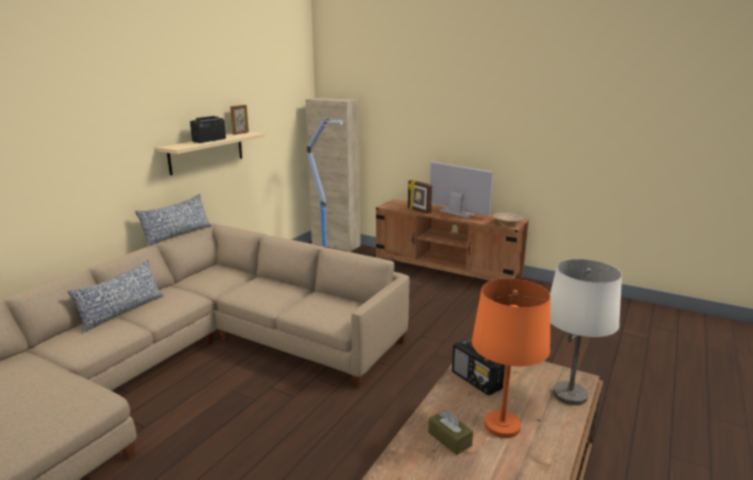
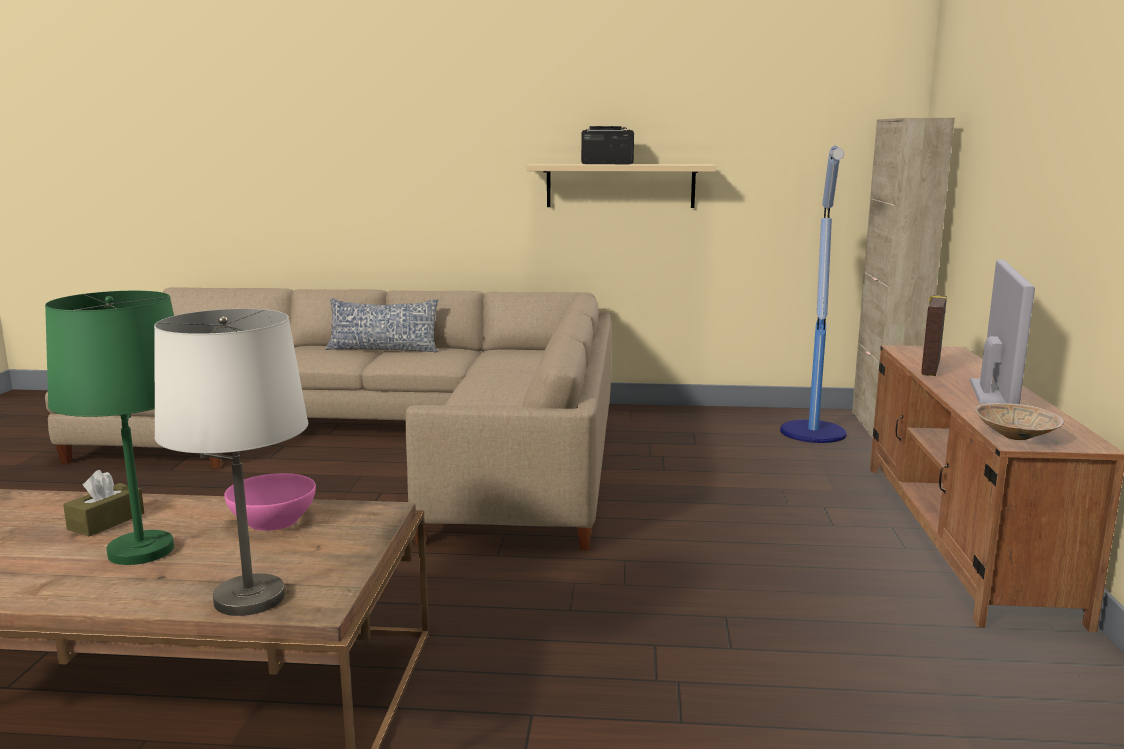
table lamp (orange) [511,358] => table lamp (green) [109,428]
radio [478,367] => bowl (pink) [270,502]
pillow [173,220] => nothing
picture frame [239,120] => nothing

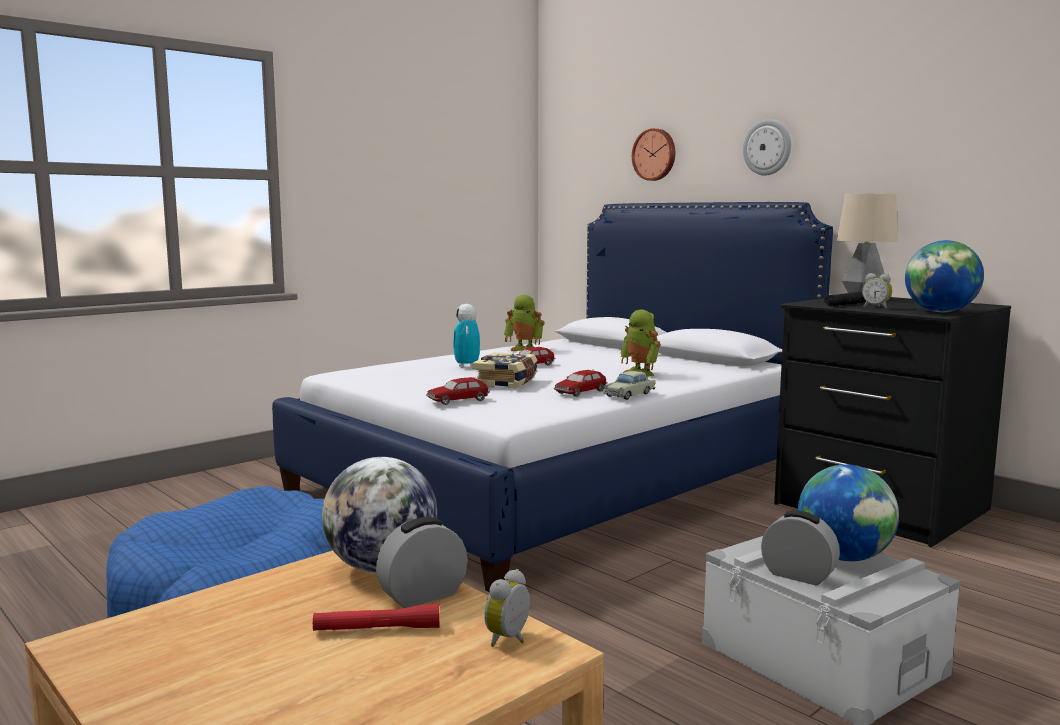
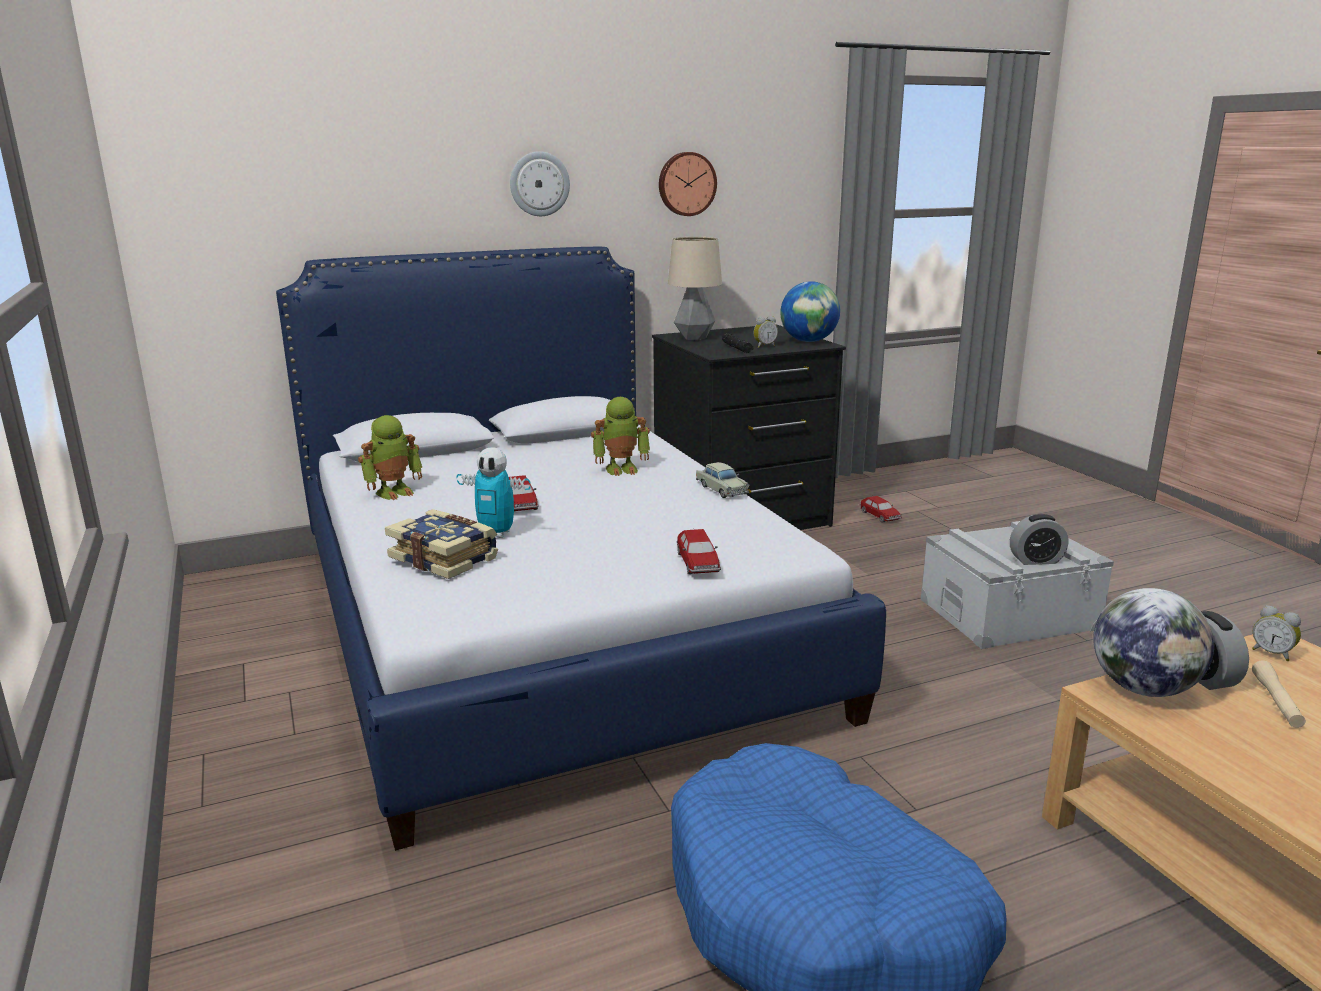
book [504,370] => book [441,544], shifted
wall clock [653,154] => wall clock [688,184], shifted
toy car [581,383] => toy car [881,509], shifted
alarm clock [800,548] => alarm clock [1039,539], 150 degrees counterclockwise
flashlight (red) [376,617] => flashlight (beige) [1279,694]
globe [848,512] => nothing

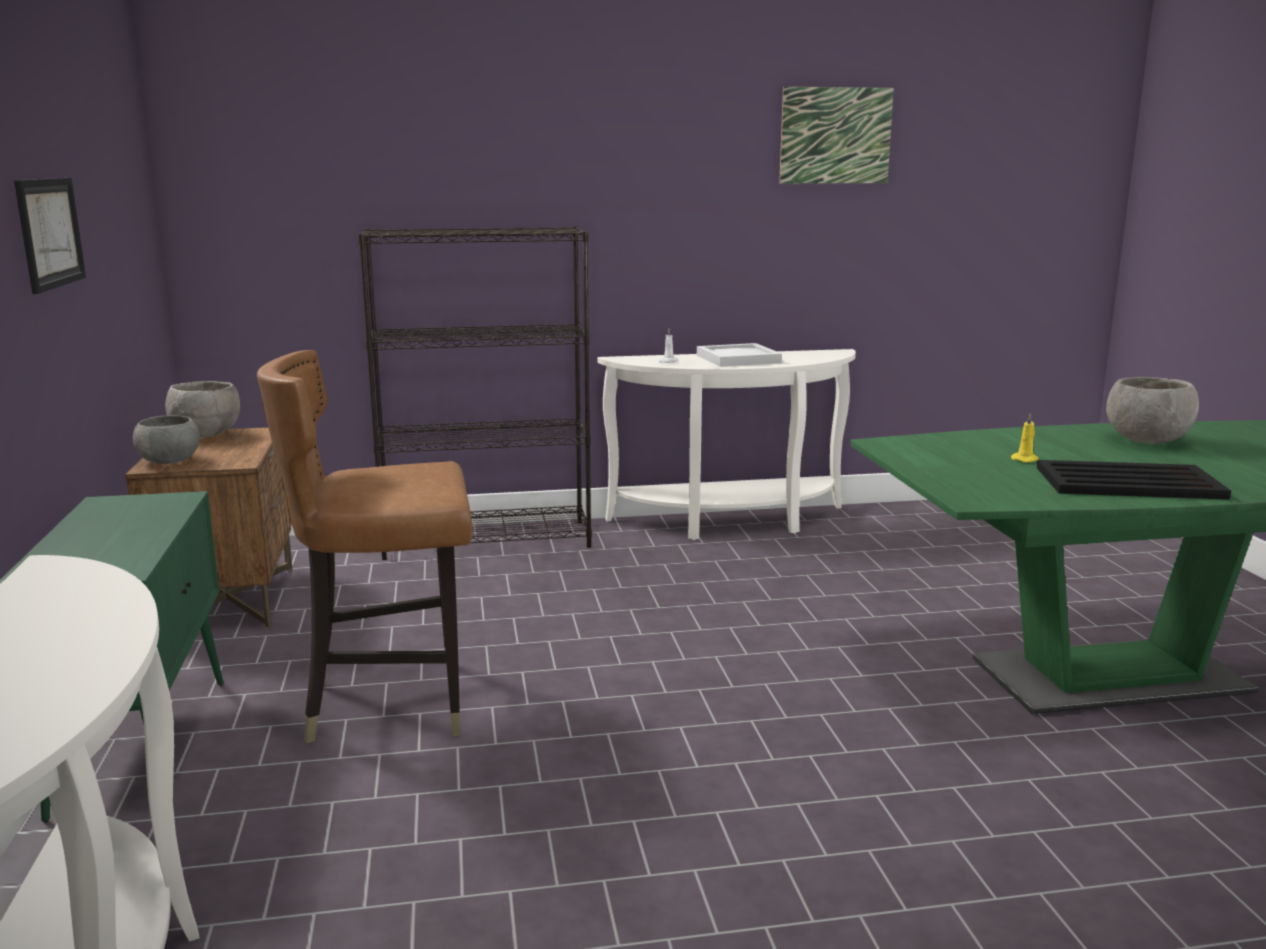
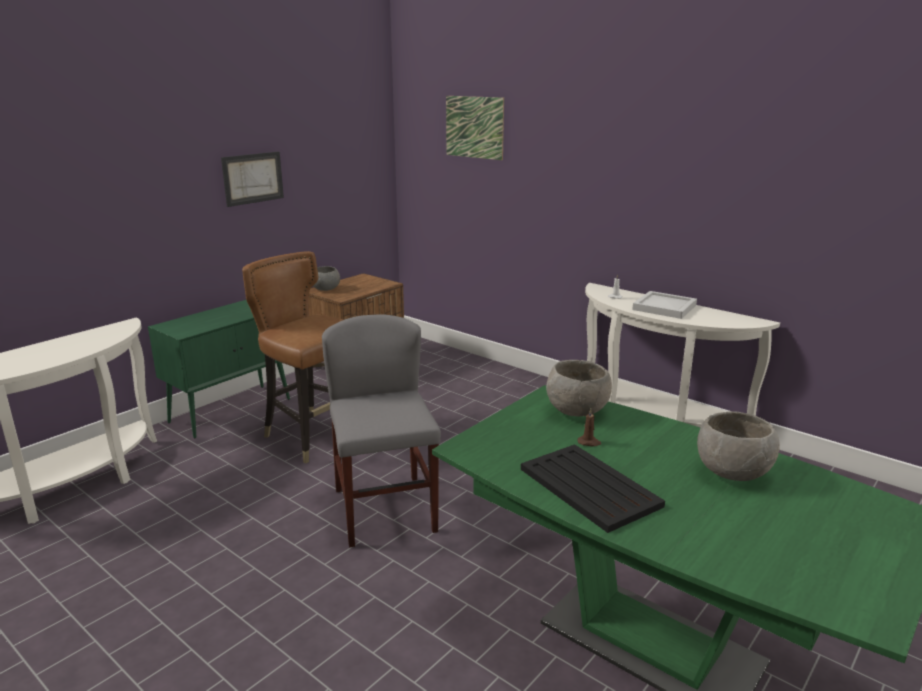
nothing => chair (grey) [381,431]
picture [836,135] => picture [475,128], shifted
bowl (grey) [202,409] => bowl (grey) [579,388], shifted
candle (yellow) [1025,438] => candle (brown) [589,427]
bookcase (black) [475,393] => nothing

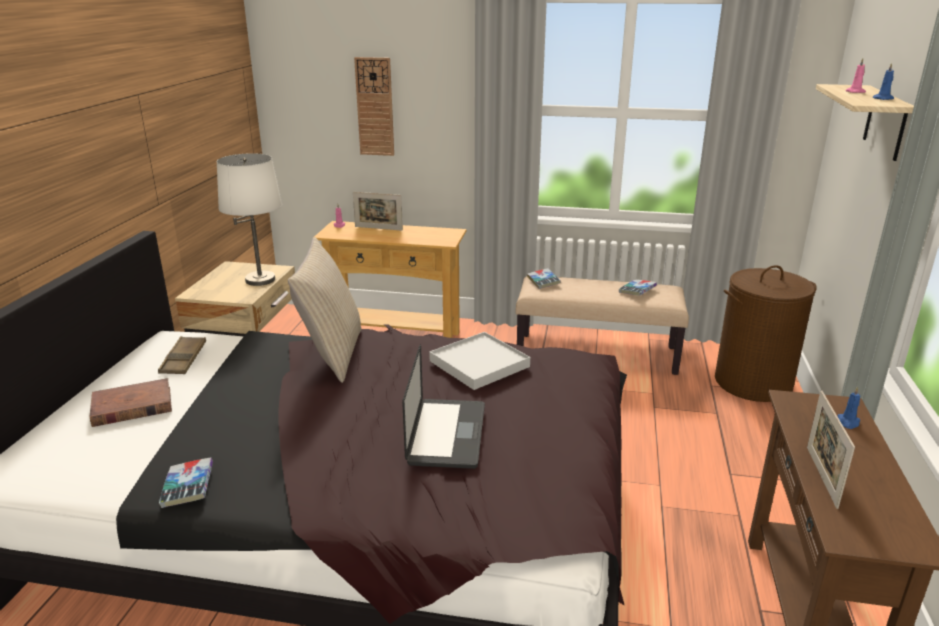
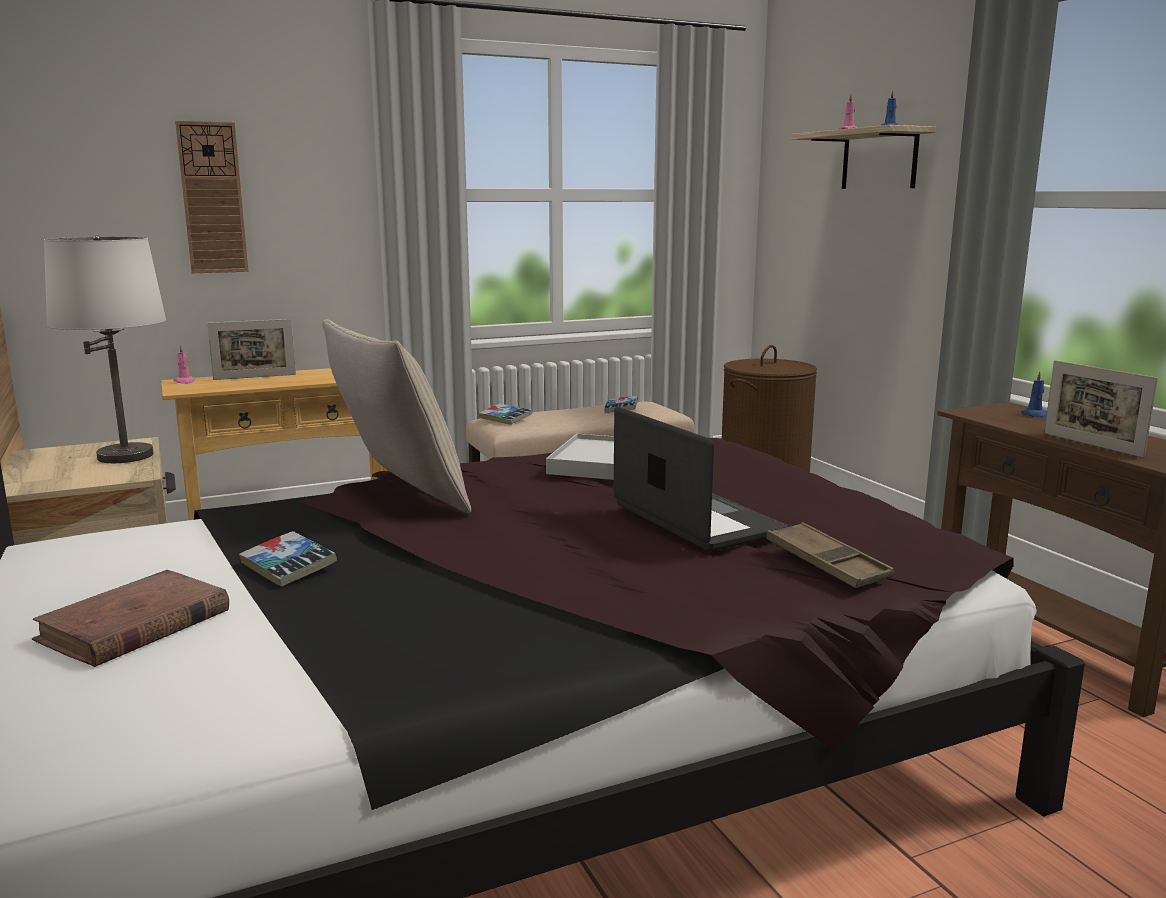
book [186,482] => book [288,559], shifted
tray (brown) [182,355] => tray (brown) [830,555], shifted

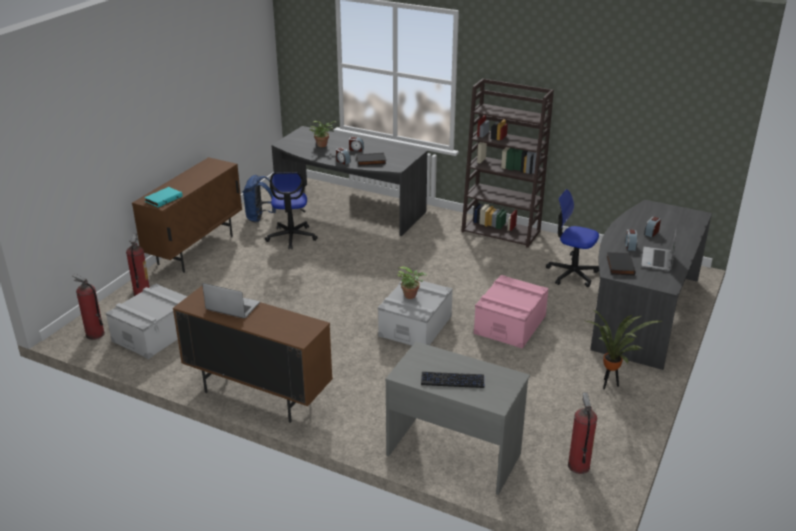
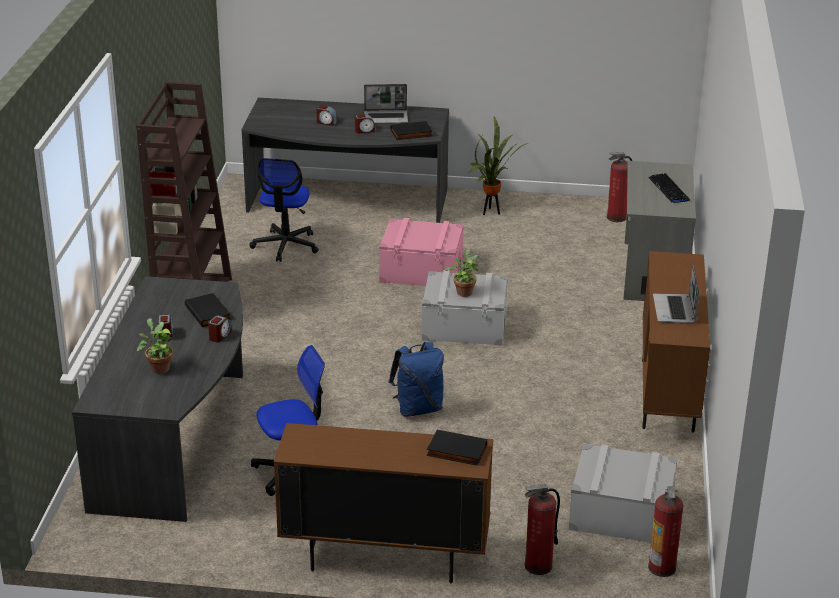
backpack (blue) [259,199] => backpack (blue) [416,379], shifted
book (turquoise) [163,197] => book (black) [457,447]

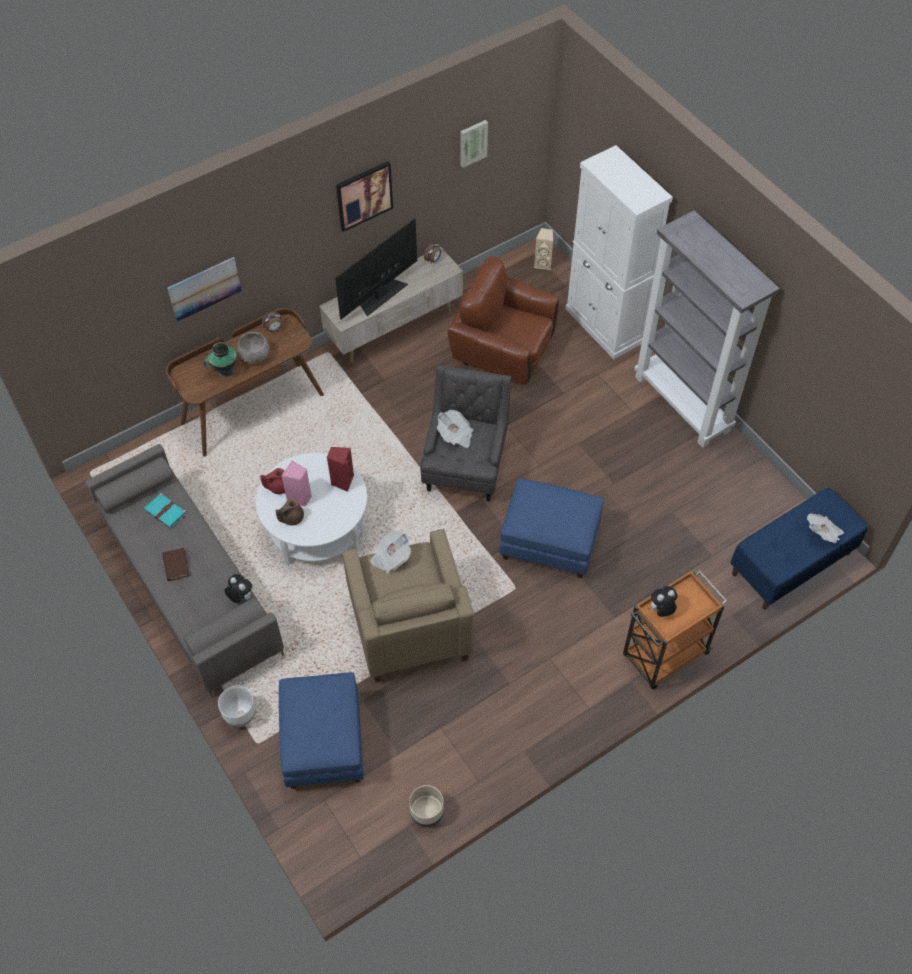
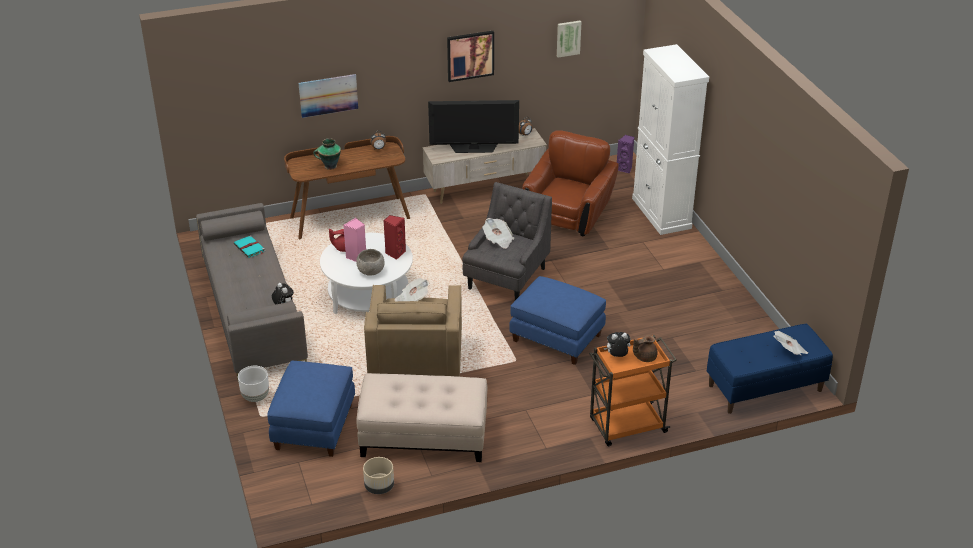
bowl (grey) [253,348] => bowl (grey) [370,262], shifted
nothing => ottoman (beige) [422,417]
television [376,268] => television [473,126], 150 degrees counterclockwise
armchair (brown) [503,321] => armchair (brown) [570,183], 75 degrees clockwise
speaker (beige) [543,249] => speaker (purple) [625,154]
teapot (brown) [289,512] => teapot (brown) [645,348], shifted
book (brown) [175,564] => nothing
bookcase (grey) [707,329] => nothing

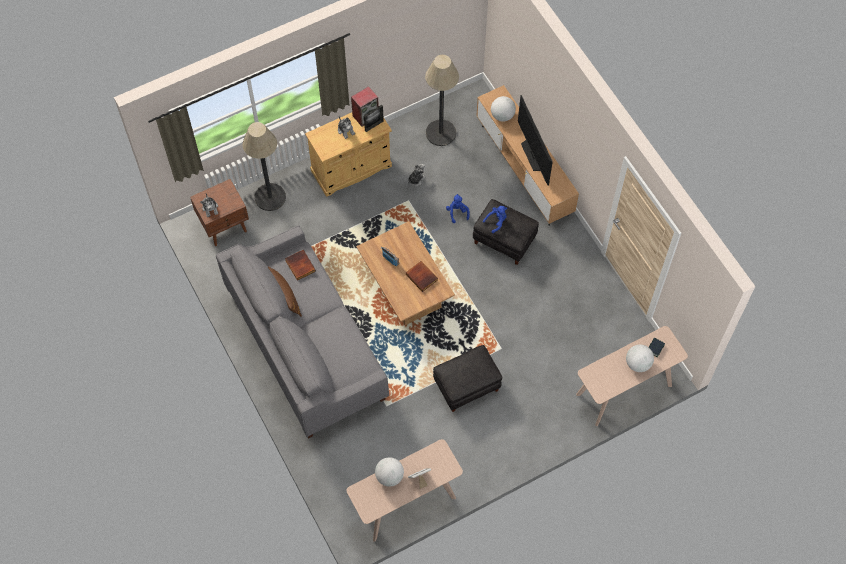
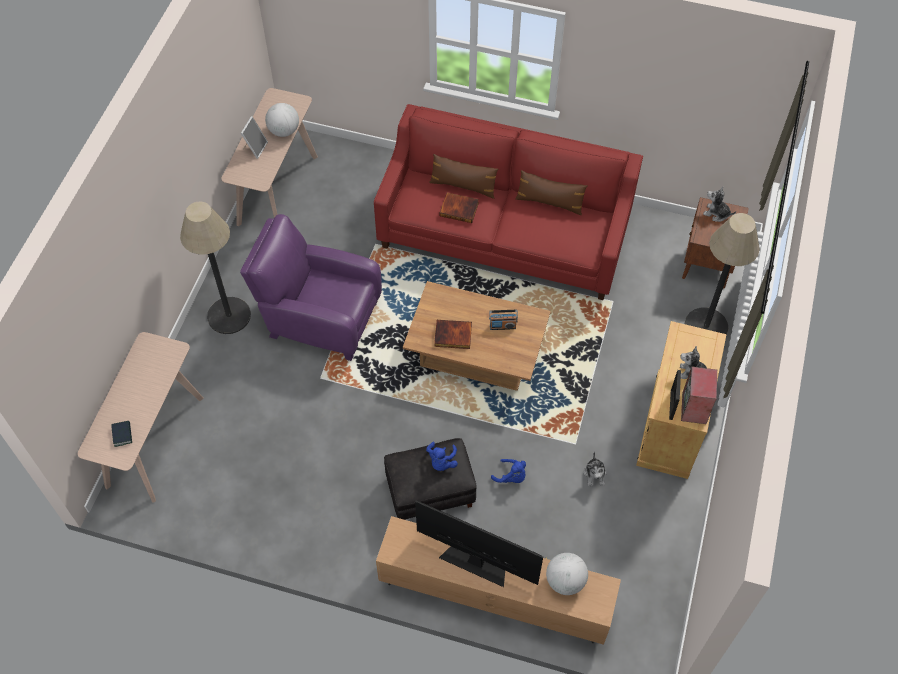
floor lamp [442,100] => floor lamp [215,268], shifted
ottoman (black) [467,378] => armchair (purple) [311,287]
sofa (grey) [302,331] => sofa (red) [508,202]
nothing => pillow (brown) [463,176]
book [300,265] => book [459,208], shifted
globe [640,358] => nothing

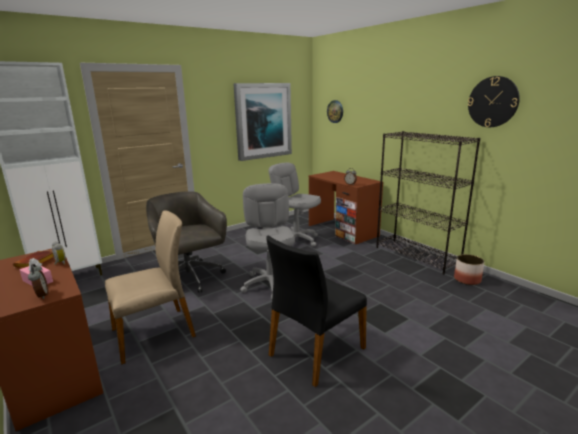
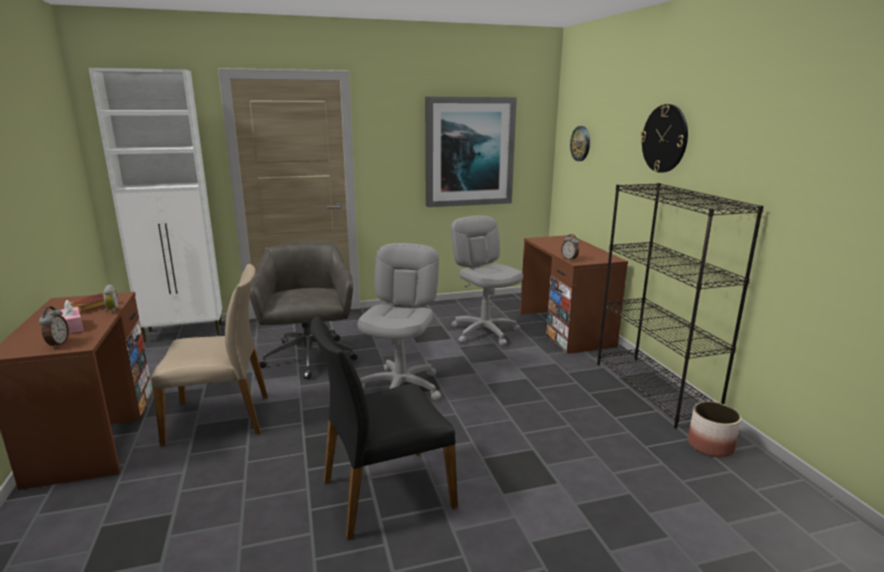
wall clock [494,101] => wall clock [664,138], shifted

